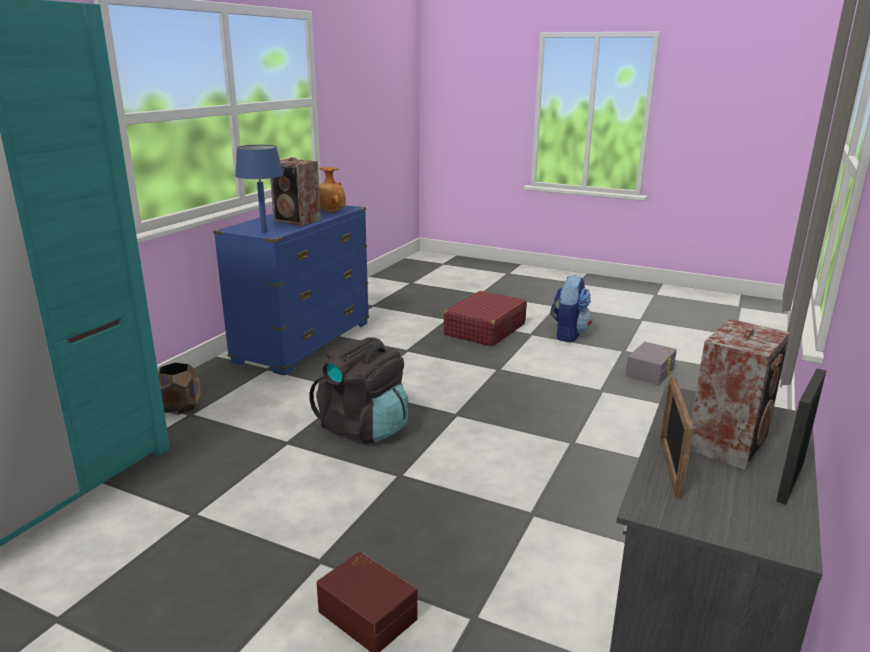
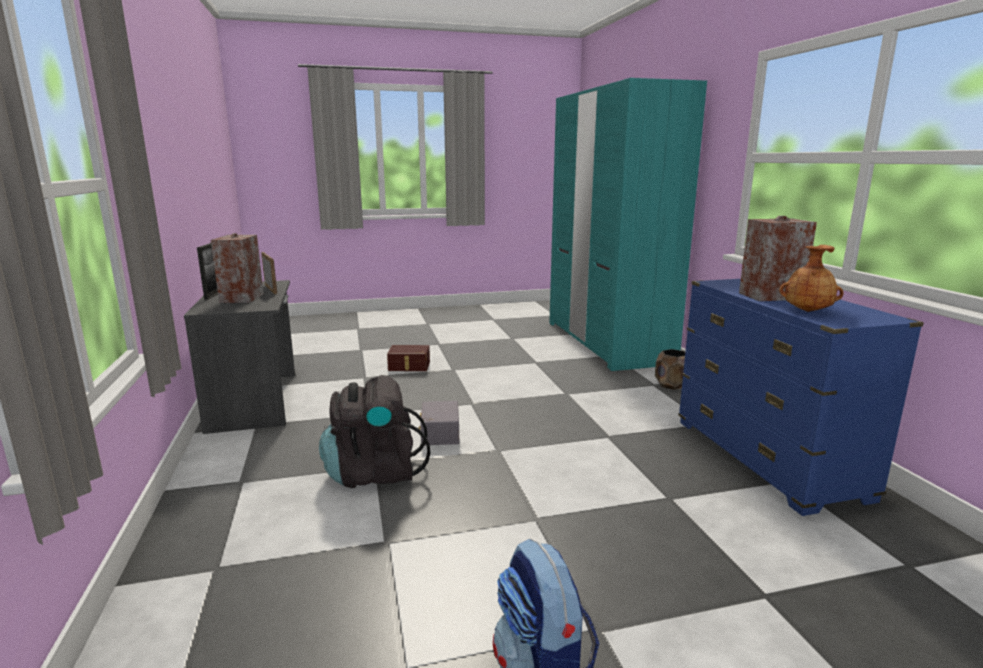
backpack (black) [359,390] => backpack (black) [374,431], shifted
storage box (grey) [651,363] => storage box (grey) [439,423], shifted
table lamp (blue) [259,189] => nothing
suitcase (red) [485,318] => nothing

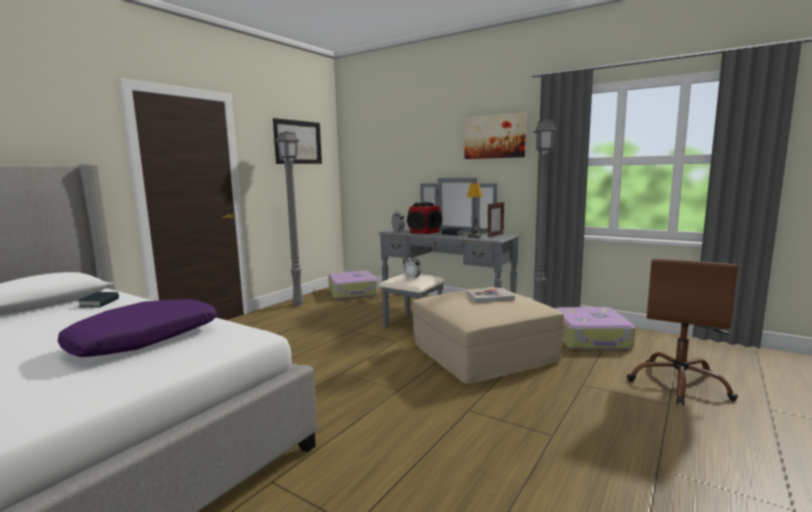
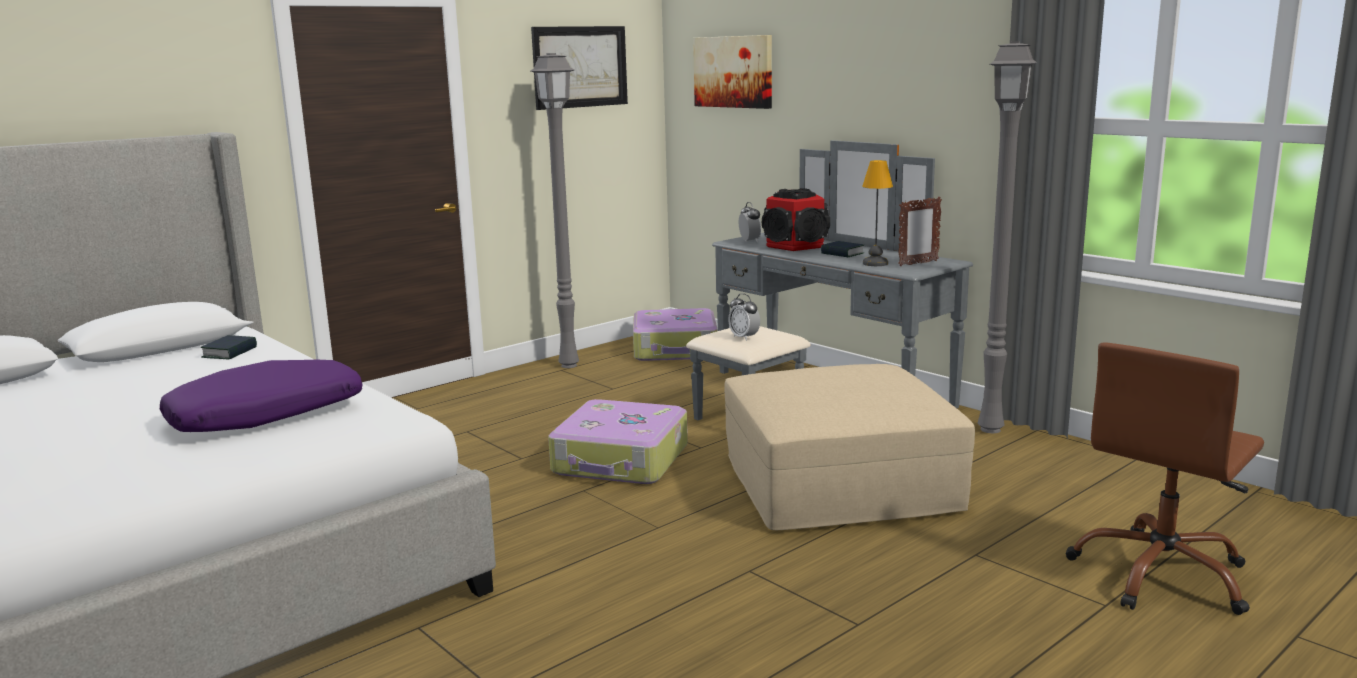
suitcase [595,328] => suitcase [618,441], shifted
picture [495,135] => picture [732,72], shifted
book [491,295] => nothing

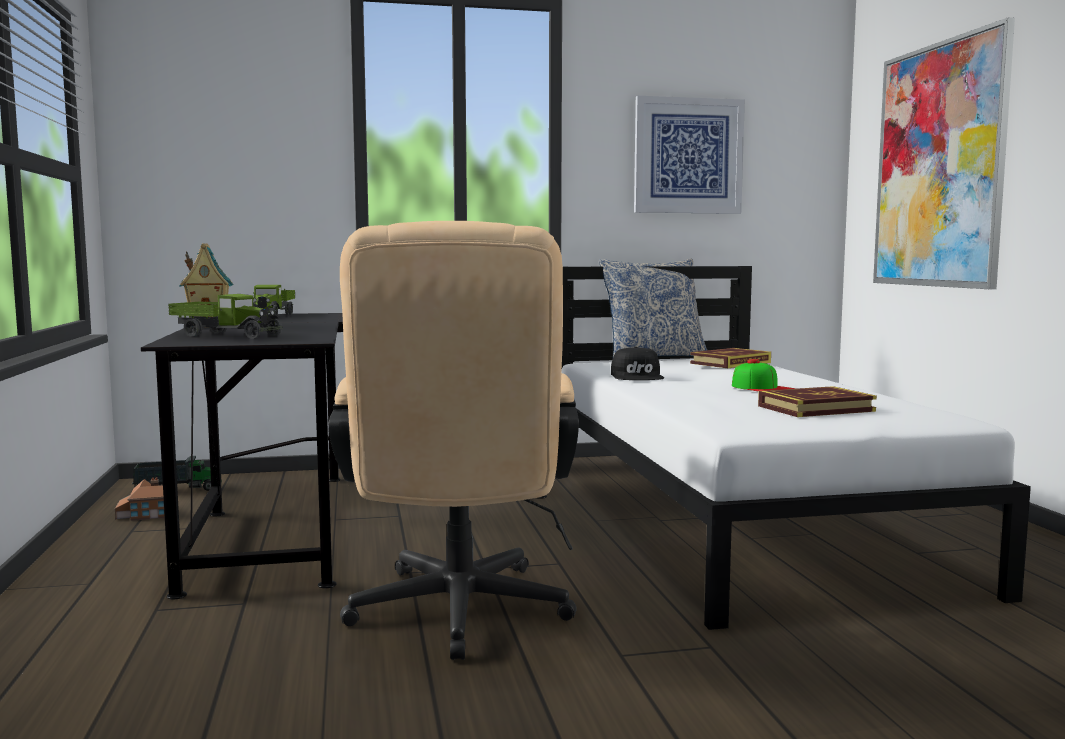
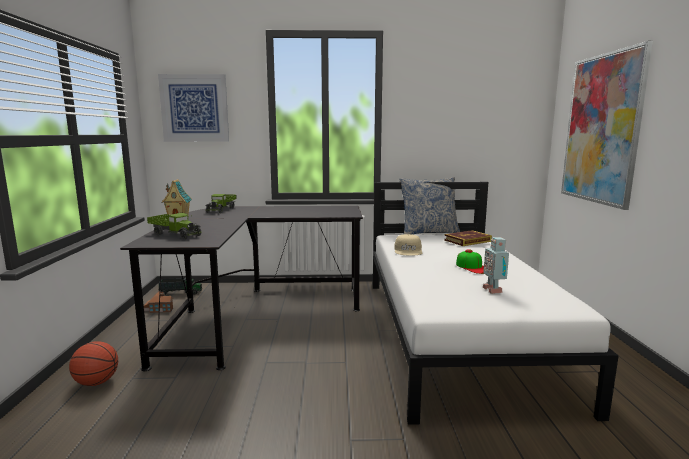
nothing => basketball [93,363]
picture [689,155] => picture [193,108], shifted
cap (black) [637,363] => cap (beige) [408,245]
book [817,401] => toy robot [496,265]
office chair (beige) [454,440] => nothing

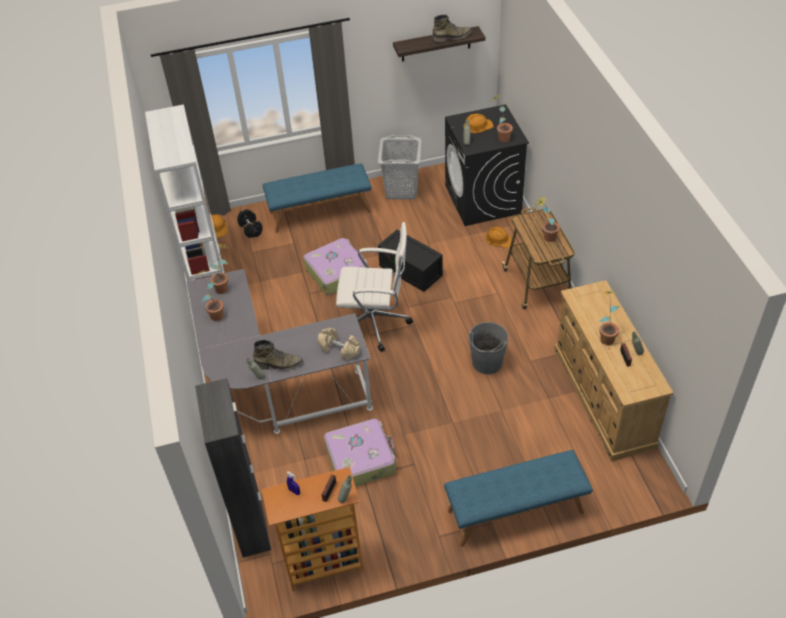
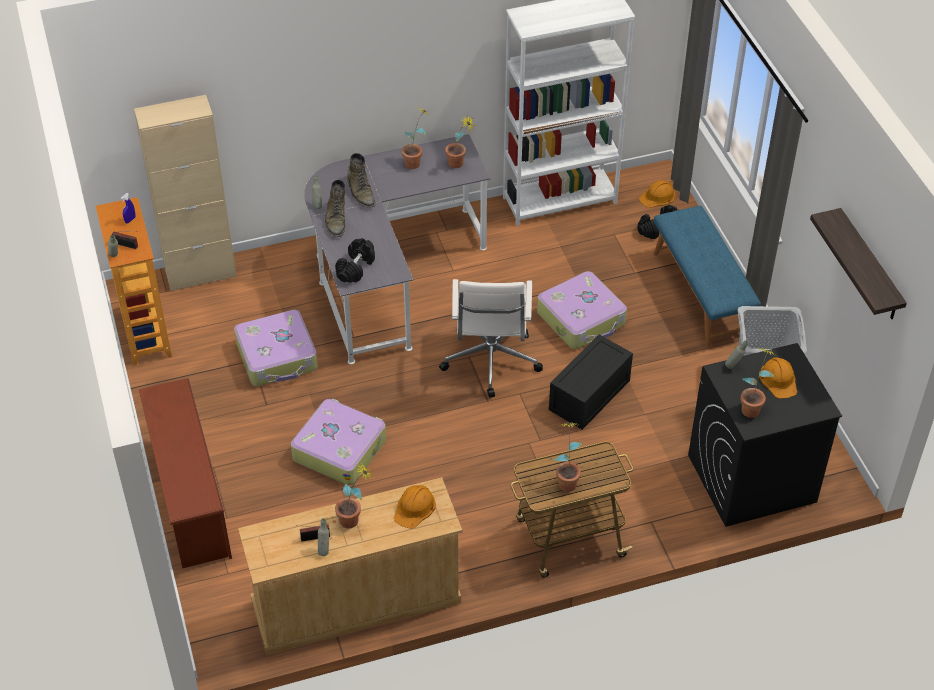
cabinet (black) [233,467] => cabinet (beige) [185,193]
bench (blue) [518,498] => shoe rack (brown) [185,473]
nothing => suitcase [338,441]
dumbbell (beige) [339,344] => dumbbell (black) [355,260]
boot (green) [452,28] => boot (green) [361,180], shifted
hard hat (orange) [499,237] => hard hat (orange) [415,507], shifted
bucket (grey) [488,348] => nothing

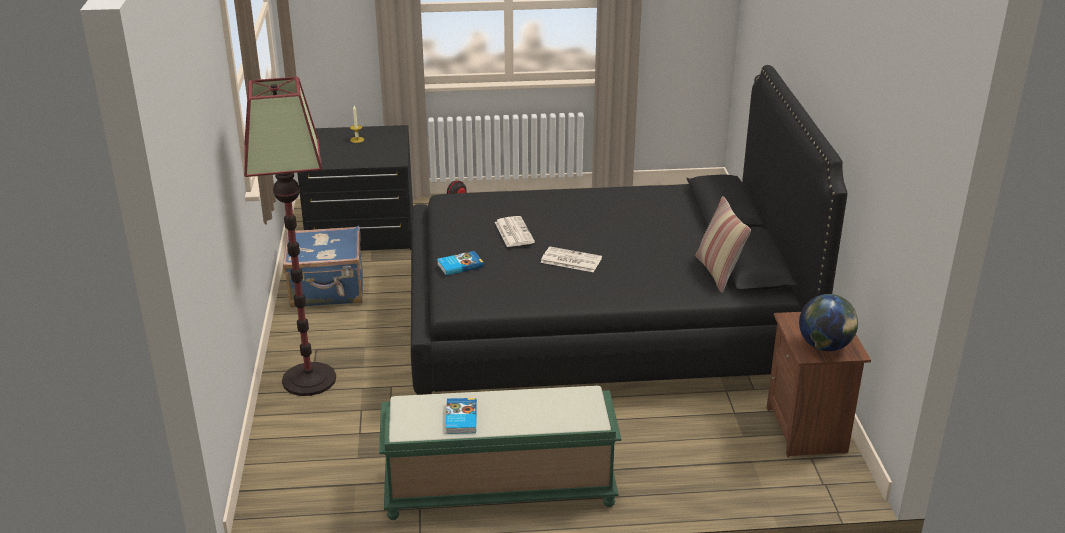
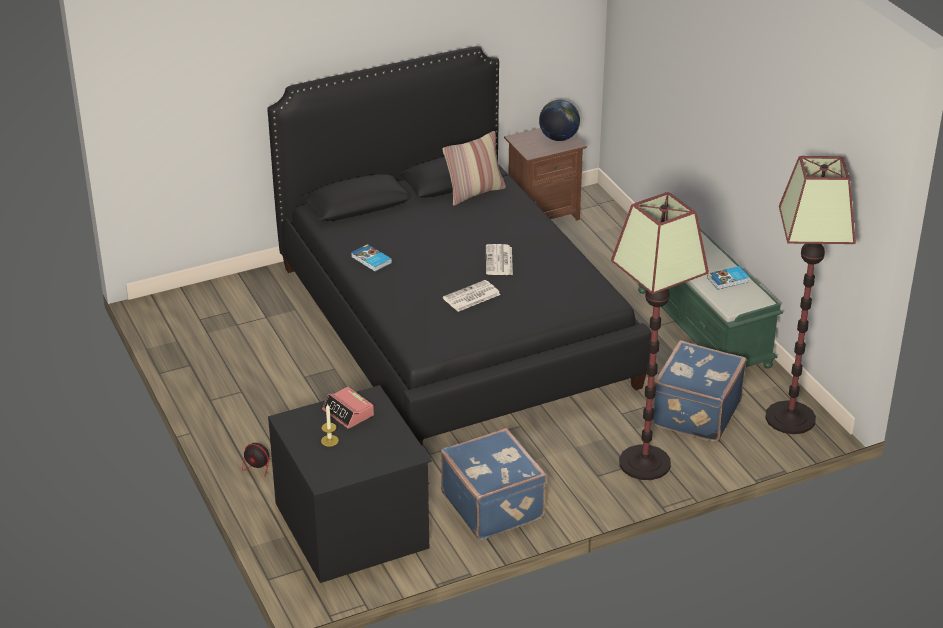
nothing => alarm clock [348,408]
book [460,263] => book [371,258], shifted
nothing => suitcase (blue) [699,391]
nothing => floor lamp [810,295]

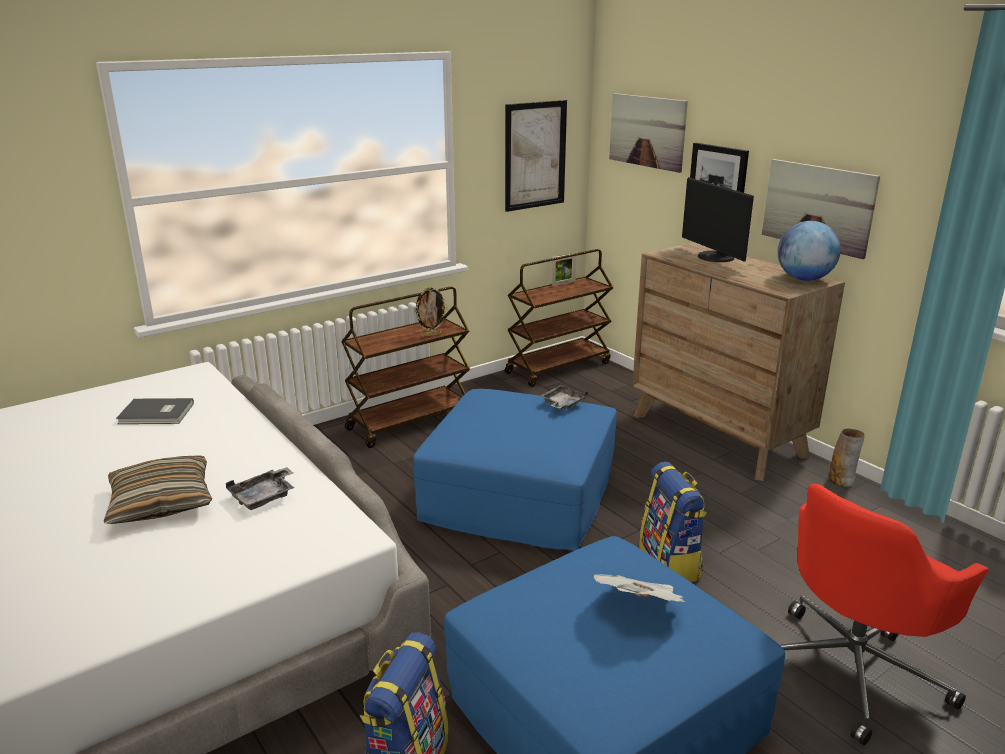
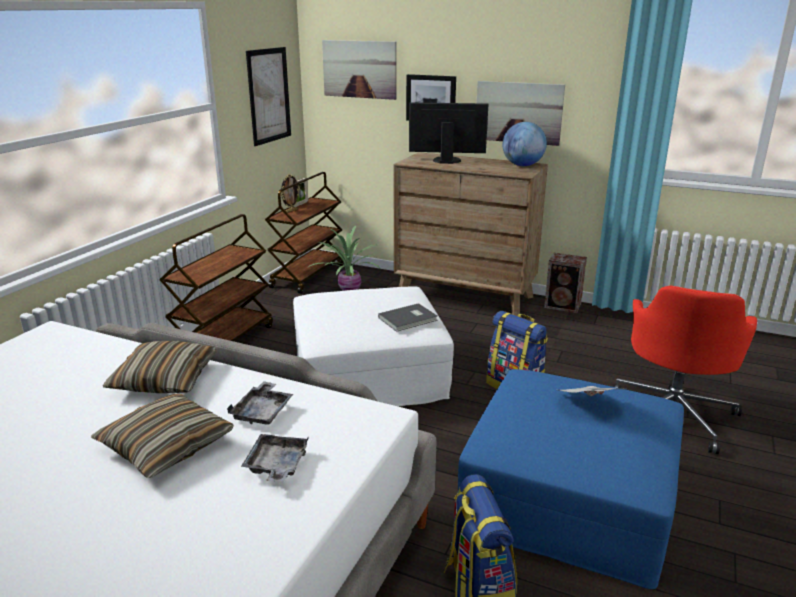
nothing => pillow [160,367]
tray (grey) [564,397] => tray (grey) [275,458], shifted
picture frame [430,311] => picture frame [290,193], shifted
ottoman (blue) [515,470] => ottoman (white) [373,346]
nothing => potted plant [343,258]
book (grey) [155,411] => book (grey) [408,317], shifted
monitor [718,219] => monitor [448,133], 150 degrees clockwise
vase [847,458] => speaker [565,283]

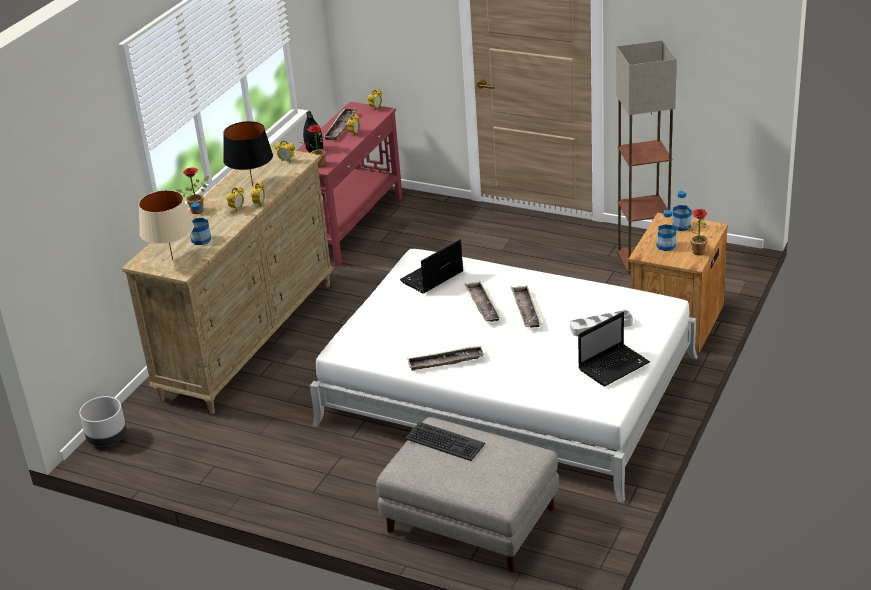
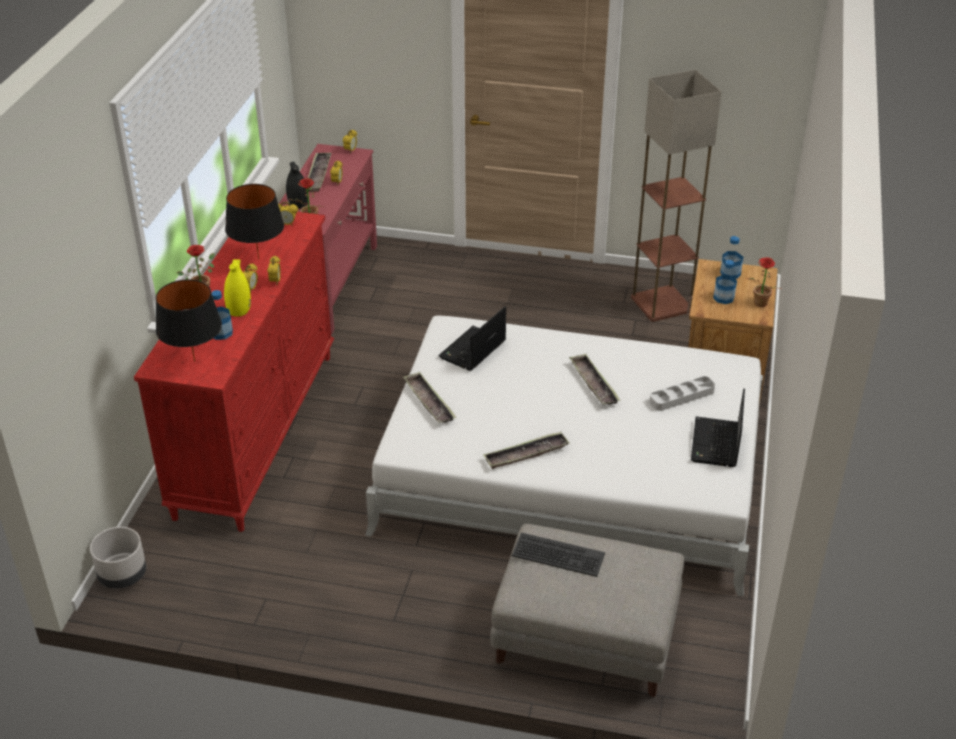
dresser (beige) [228,280] => dresser (red) [234,372]
table lamp (beige) [166,225] => table lamp (black) [189,320]
nothing => vase (yellow) [237,288]
tray [483,301] => tray [430,397], shifted
laptop [614,349] => laptop [718,427], 150 degrees clockwise

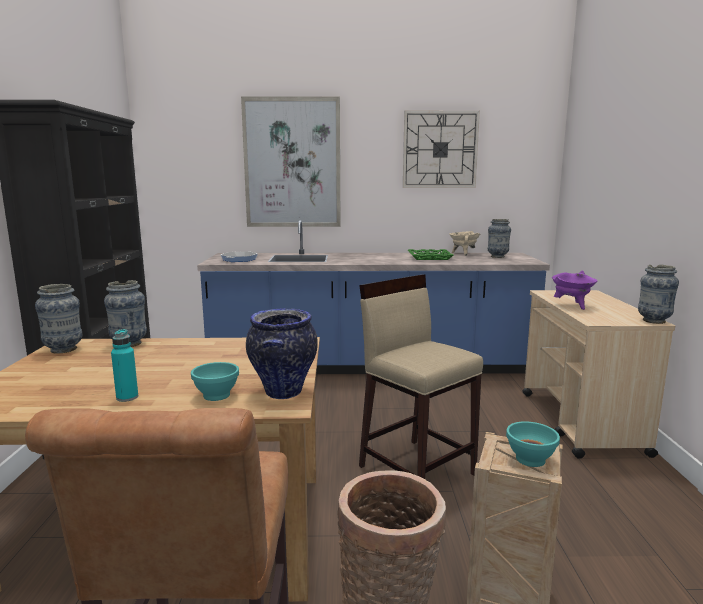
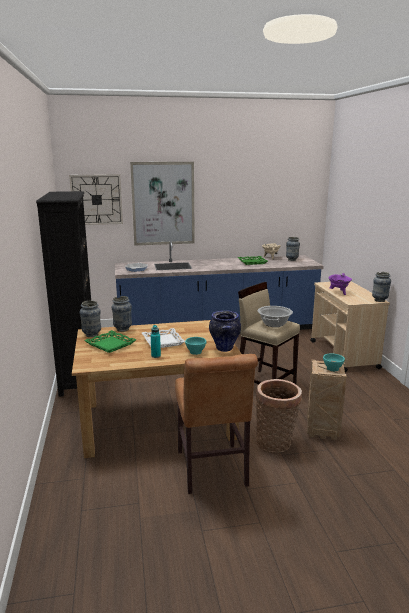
wall clock [441,149] => wall clock [96,199], shifted
nothing => tray (green) [110,341]
nothing => tray (white) [163,338]
nothing => cooking pot [275,316]

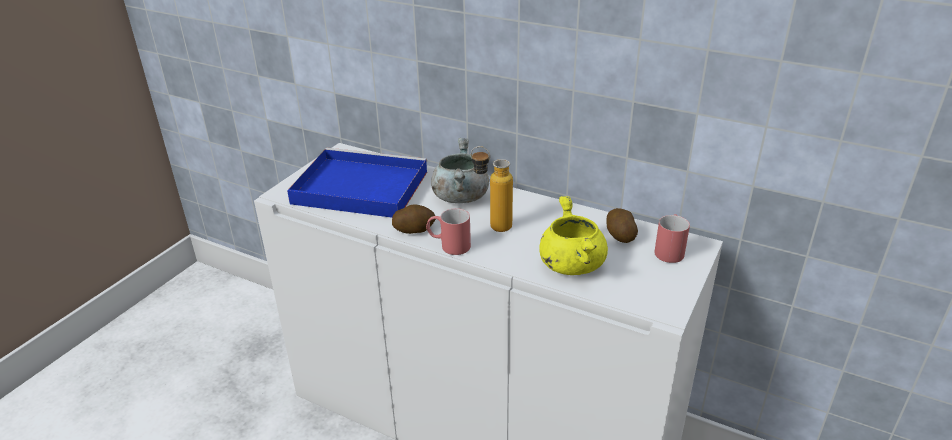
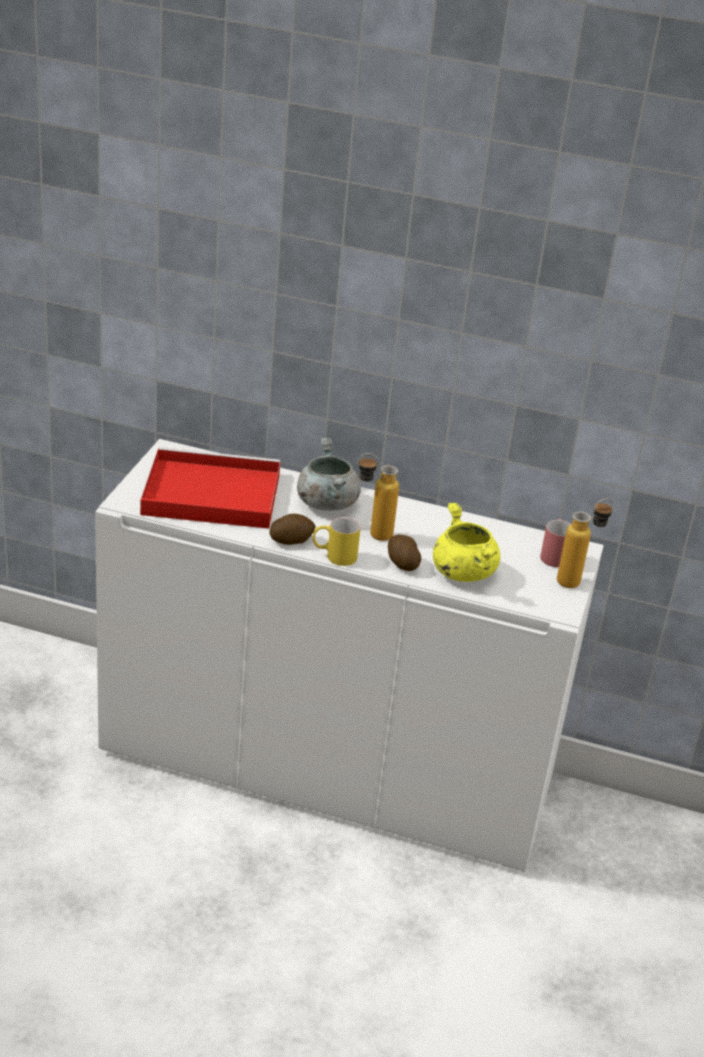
tray (blue) [357,183] => tray (red) [210,488]
mug (red) [448,231] => mug (yellow) [336,541]
potato [622,225] => potato [404,553], shifted
nothing => bottle [585,543]

